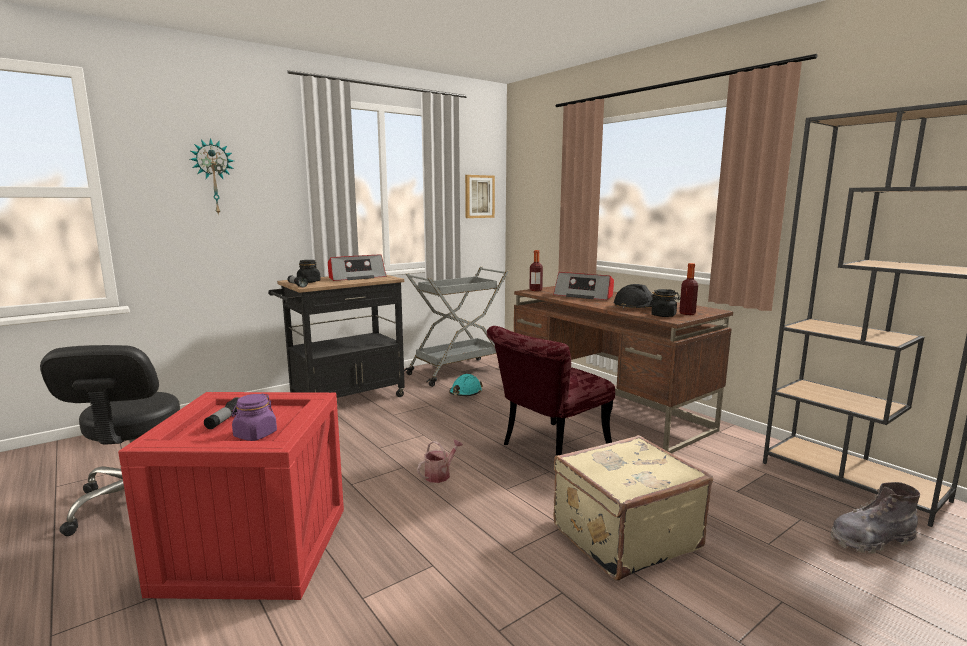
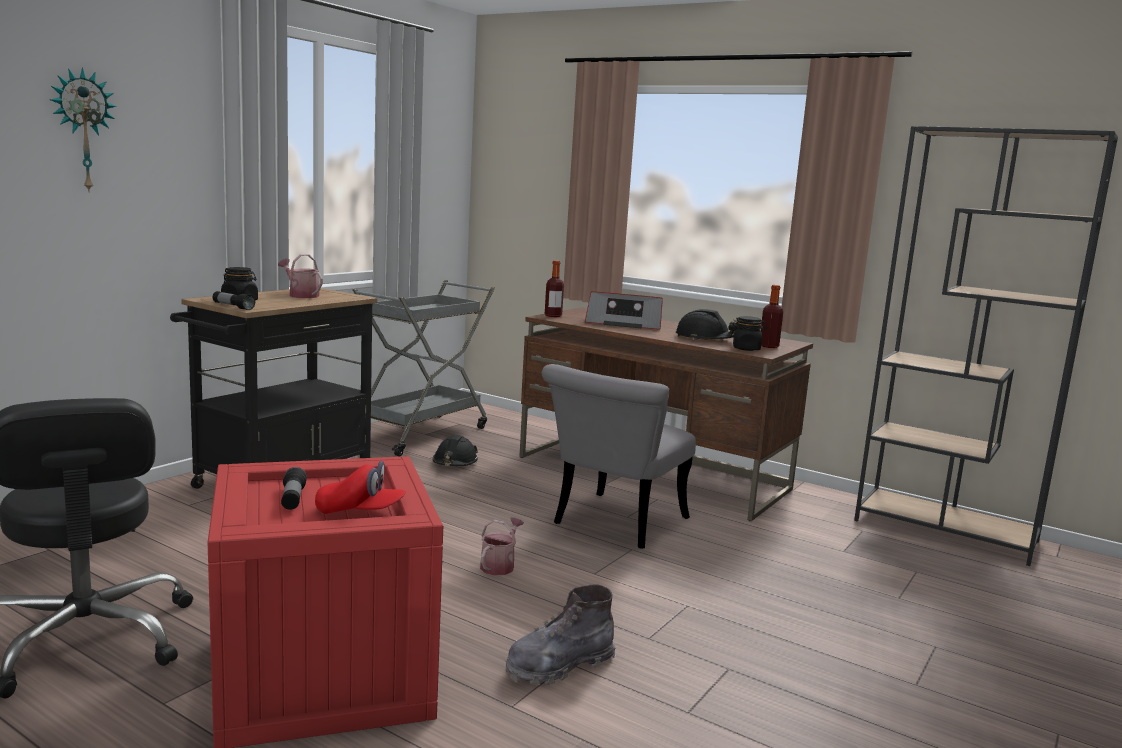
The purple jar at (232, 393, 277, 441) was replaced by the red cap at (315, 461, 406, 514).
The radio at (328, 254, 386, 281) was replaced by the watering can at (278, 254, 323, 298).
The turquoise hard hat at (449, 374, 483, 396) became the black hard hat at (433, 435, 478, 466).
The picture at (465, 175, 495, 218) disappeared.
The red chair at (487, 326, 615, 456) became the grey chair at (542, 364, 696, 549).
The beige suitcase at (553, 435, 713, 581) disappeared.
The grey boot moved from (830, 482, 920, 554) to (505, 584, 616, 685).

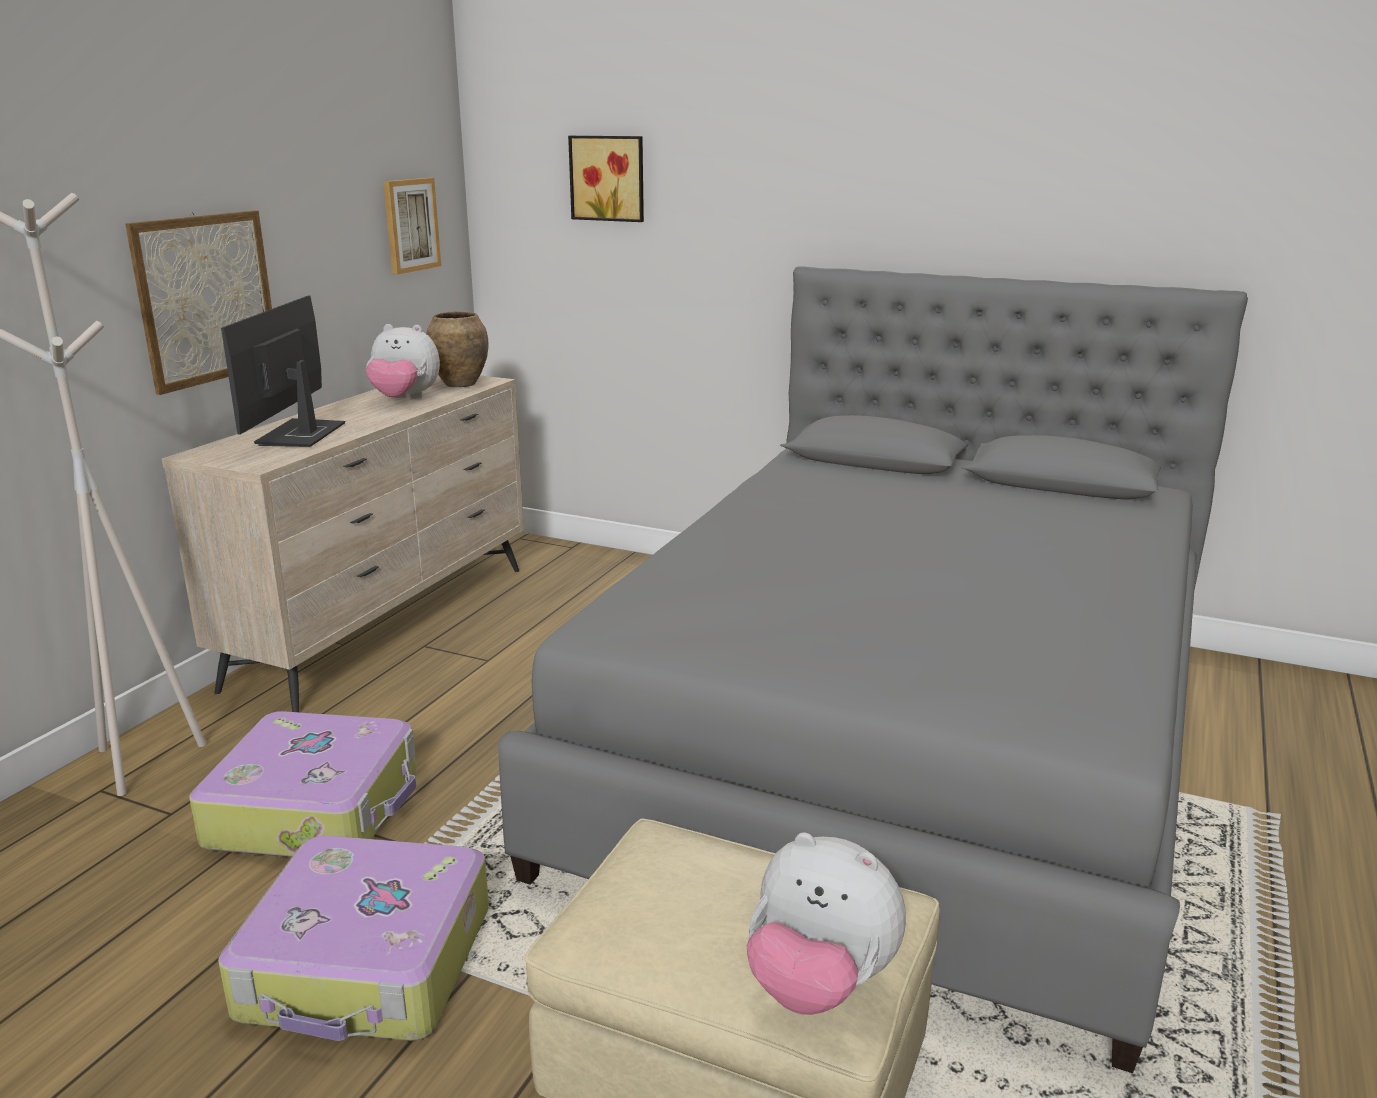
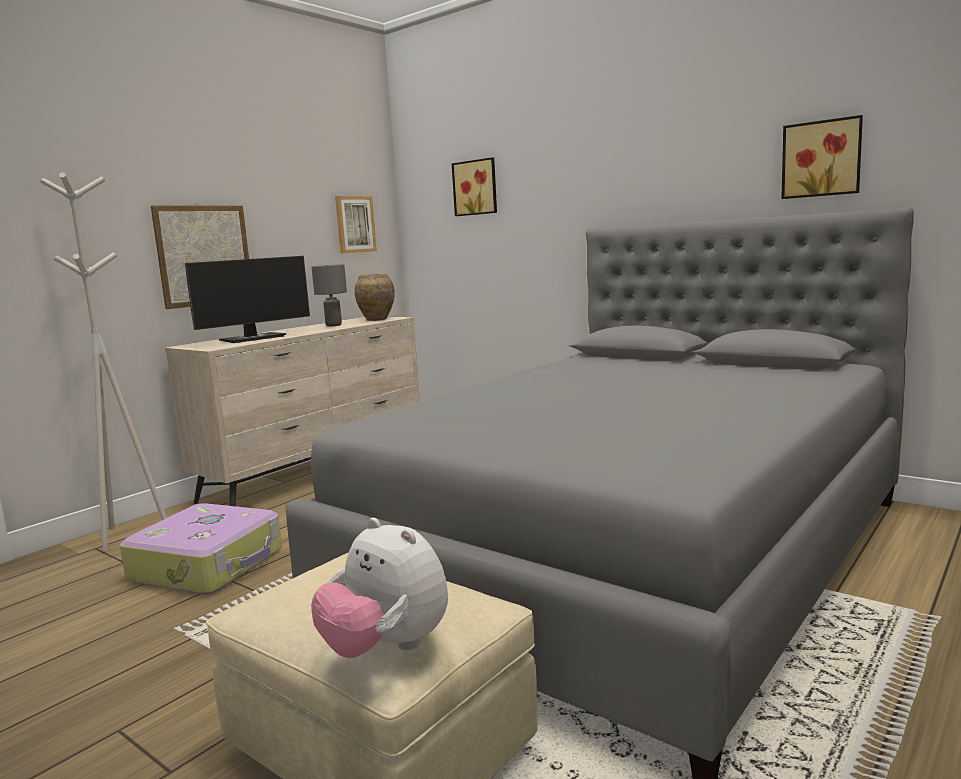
The suitcase at (218, 835, 489, 1041) disappeared.
The monitor at (221, 295, 345, 447) turned 150 degrees counterclockwise.
The plush toy at (366, 324, 440, 399) was replaced by the grey table lamp at (311, 264, 347, 327).
The picture at (781, 115, 863, 199) appeared.

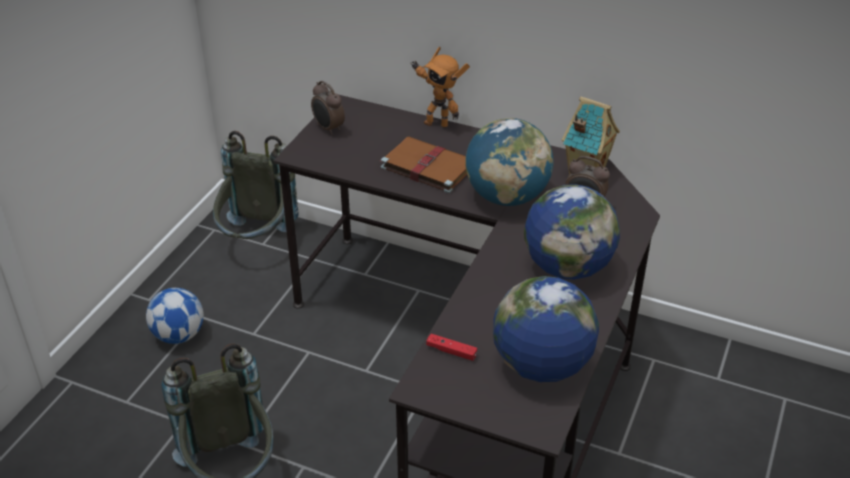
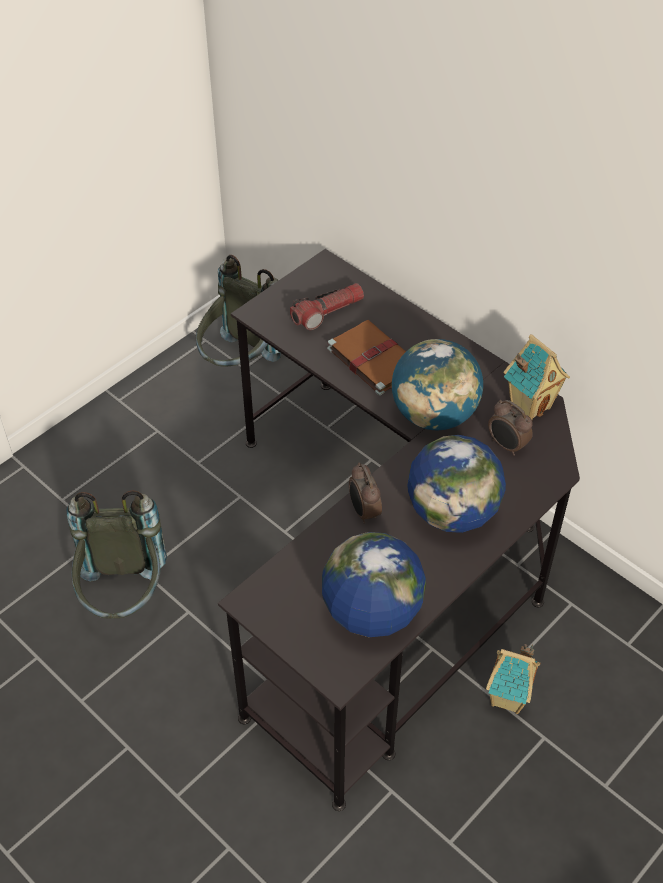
The football at (146, 288, 204, 344) disappeared.
The alarm clock moved from (311, 81, 345, 135) to (349, 462, 382, 524).
The toy robot at (410, 46, 470, 128) disappeared.
The red game controller at (426, 334, 477, 361) disappeared.
The flashlight at (290, 283, 364, 330) appeared.
The toy house at (486, 644, 540, 714) appeared.

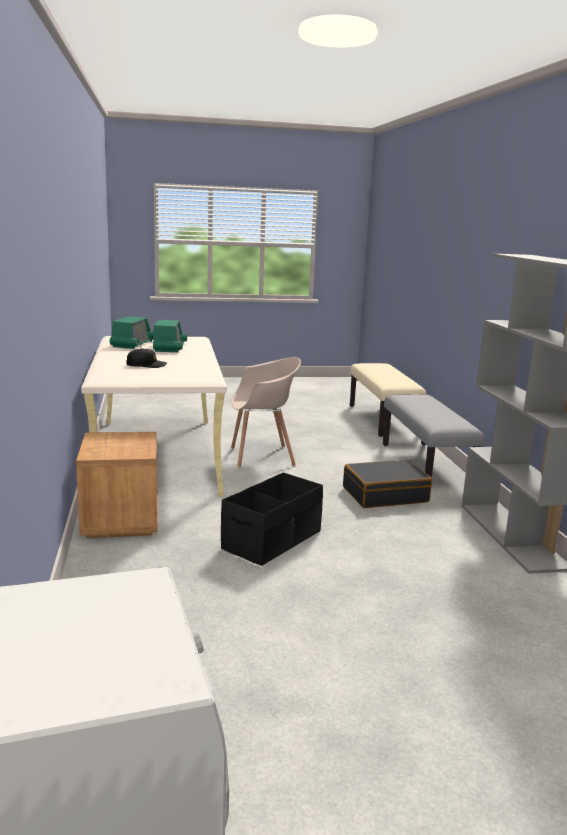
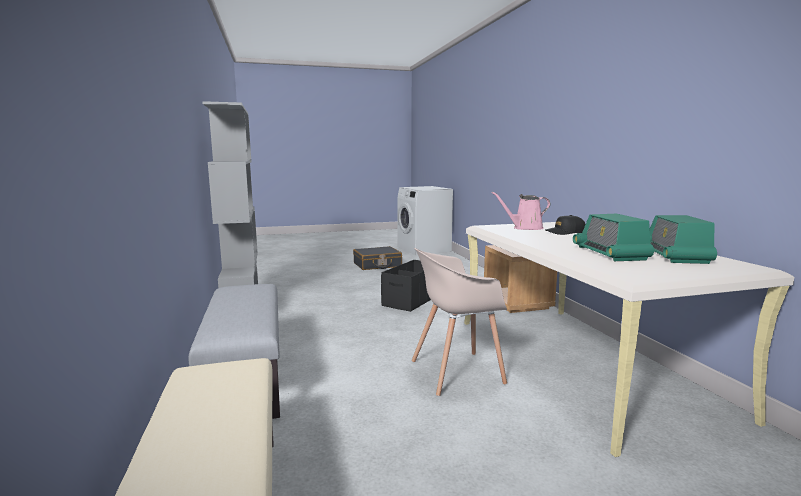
The black suitcase moved from (343, 459, 432, 508) to (353, 246, 402, 270).
The pink watering can at (492, 192, 550, 230) appeared.

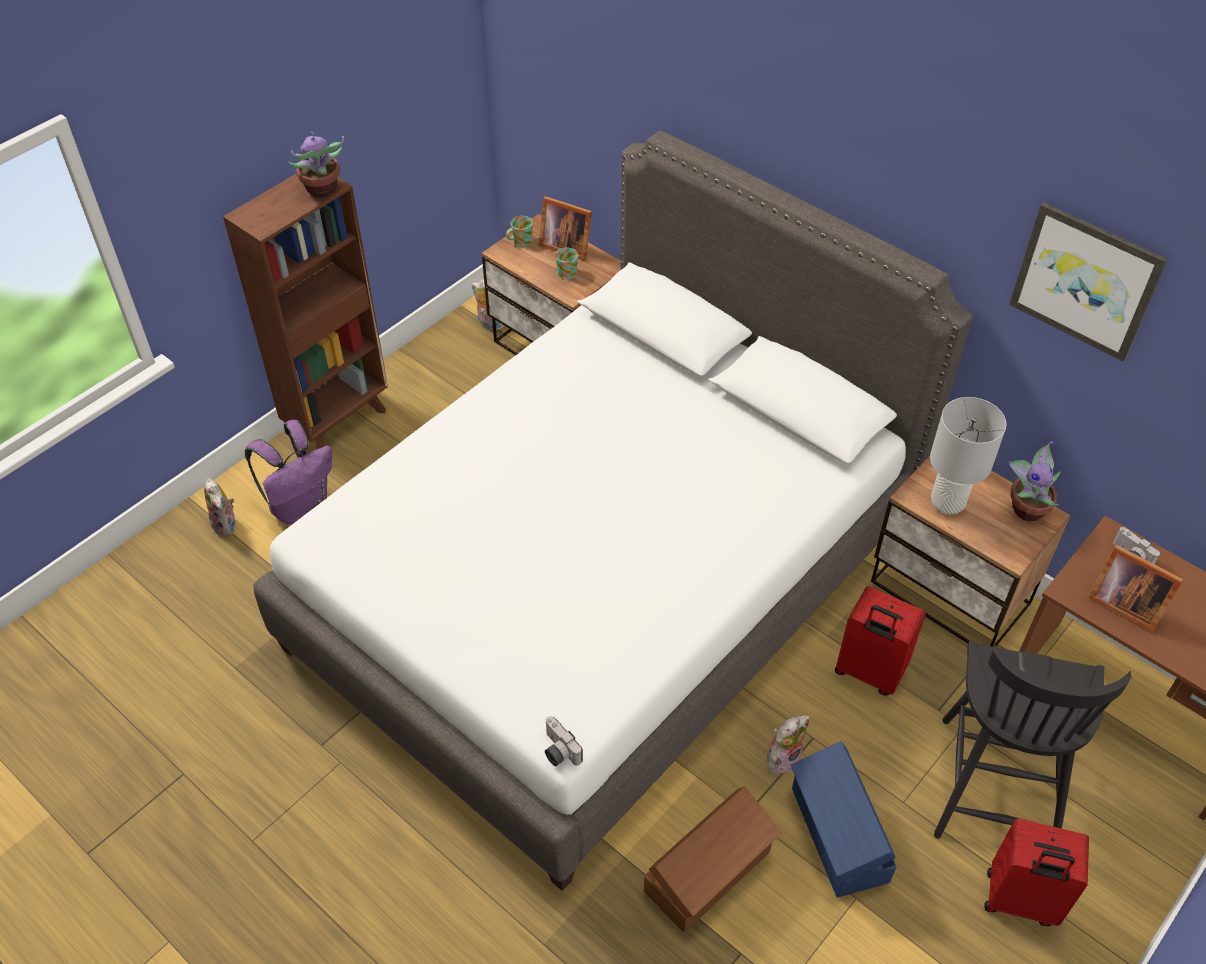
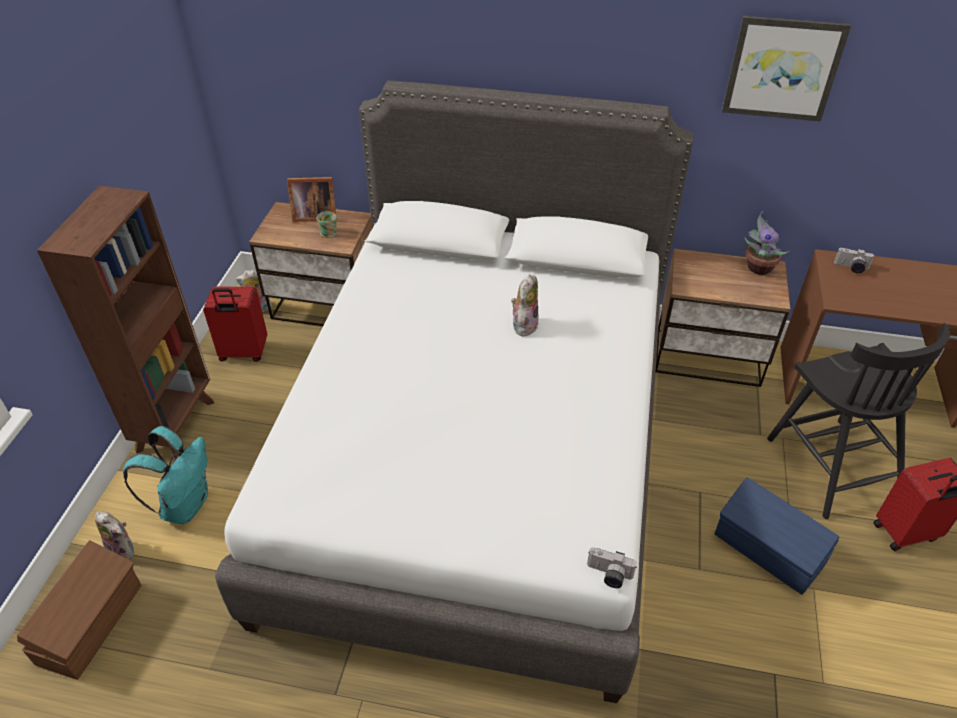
The purple backpack at (245, 420, 332, 525) became the turquoise backpack at (123, 426, 208, 524).
The potted plant at (288, 131, 345, 197) disappeared.
The mug at (506, 216, 533, 247) disappeared.
The brown storage box moved from (644, 786, 781, 933) to (17, 540, 142, 680).
The plush toy moved from (767, 715, 809, 774) to (511, 275, 538, 336).
The red suitcase moved from (835, 586, 926, 696) to (203, 287, 267, 362).
The grey table lamp at (930, 397, 1006, 515) disappeared.
The picture frame at (1088, 545, 1183, 633) disappeared.

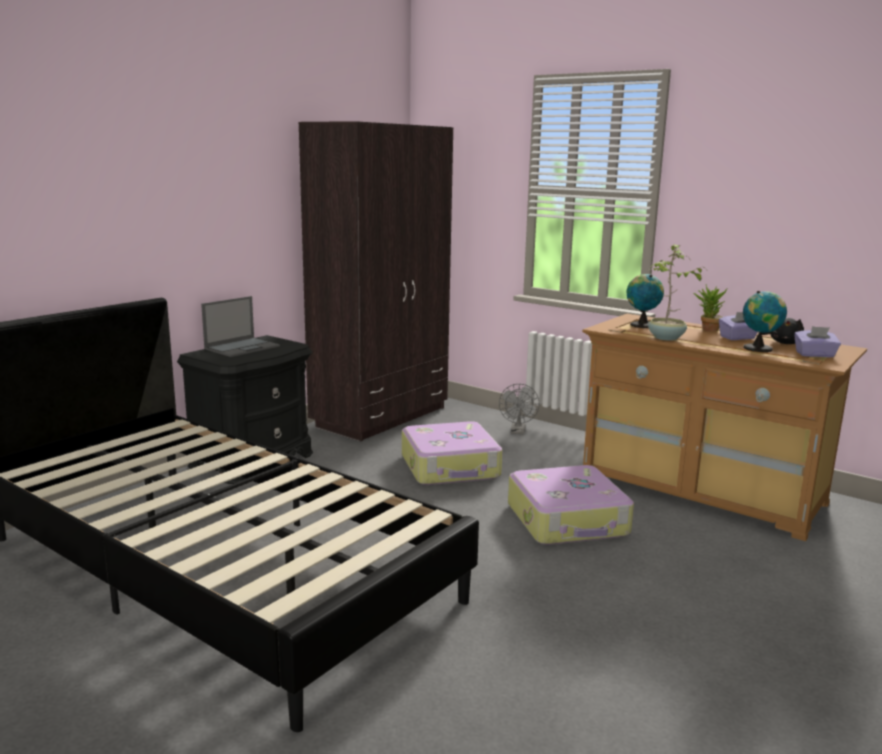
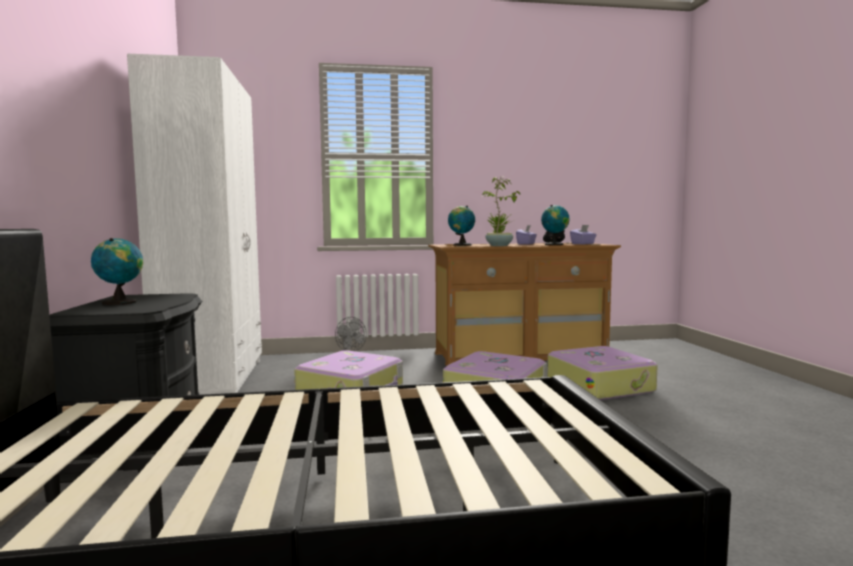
The laptop at (201, 296, 280, 357) was replaced by the globe at (91, 238, 143, 305).
The brown wardrobe at (298, 121, 453, 442) became the white wardrobe at (127, 54, 262, 395).
The suitcase at (547, 346, 658, 400) appeared.

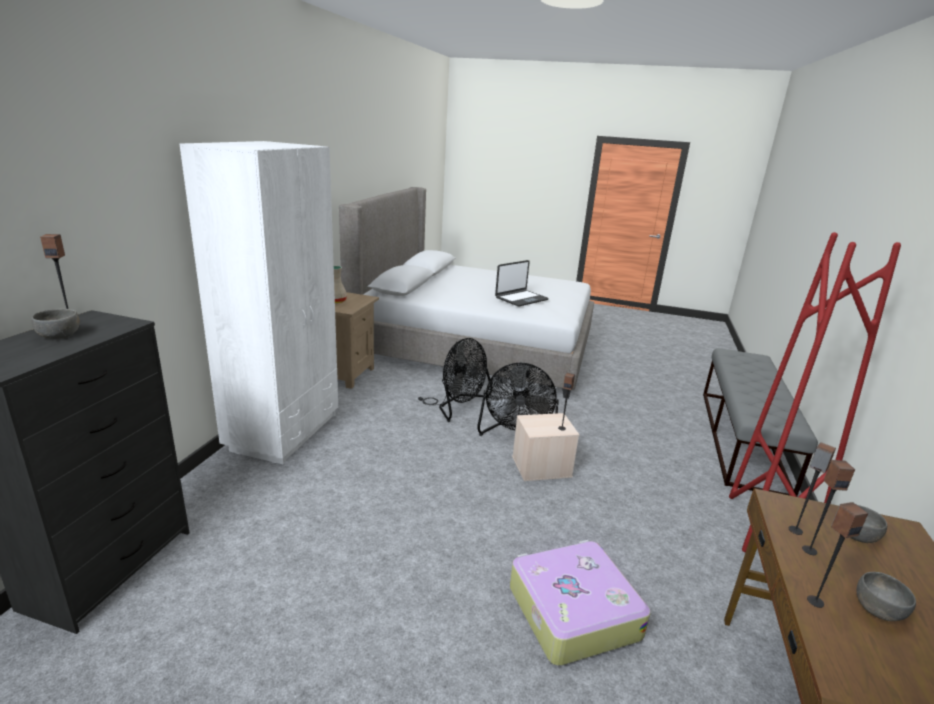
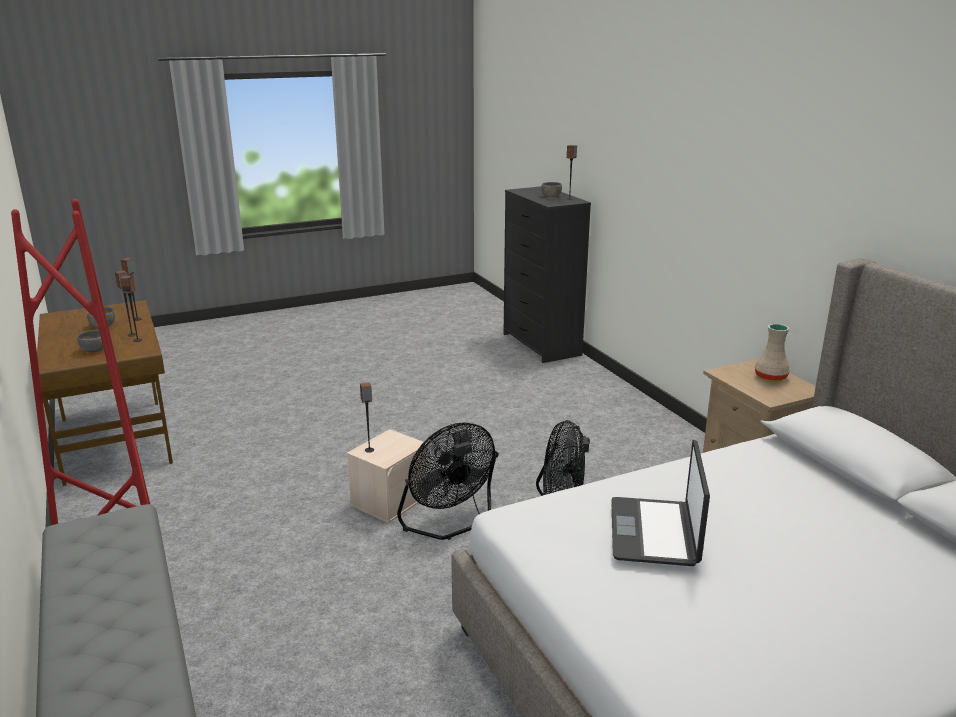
The white wardrobe at (180, 141, 338, 464) disappeared.
The suitcase at (510, 540, 651, 666) disappeared.

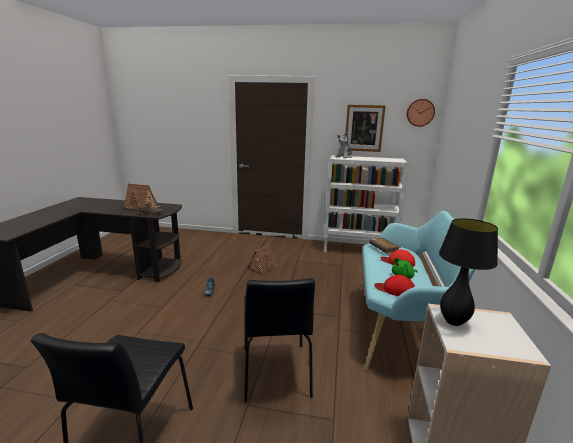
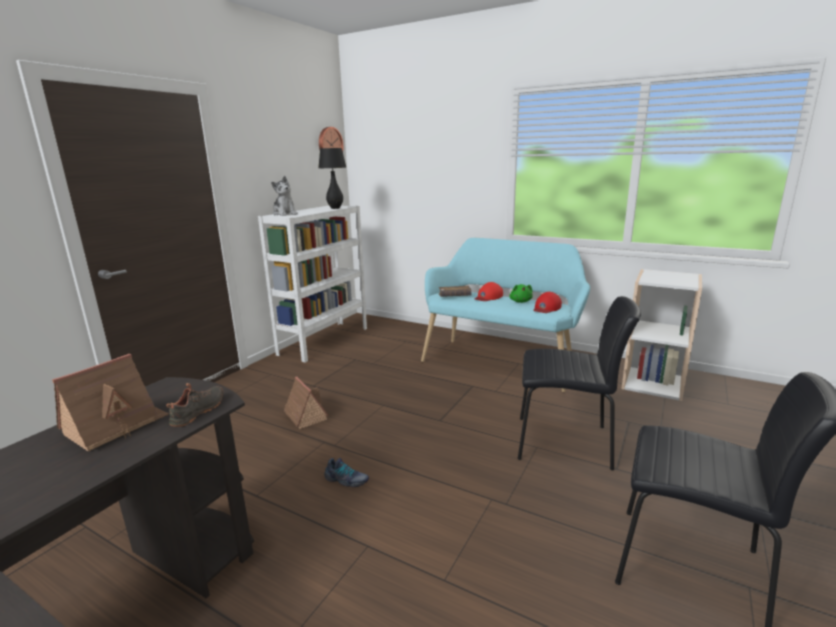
The picture at (345, 105, 386, 152) disappeared.
The black table lamp moved from (439, 218, 498, 326) to (318, 148, 346, 209).

